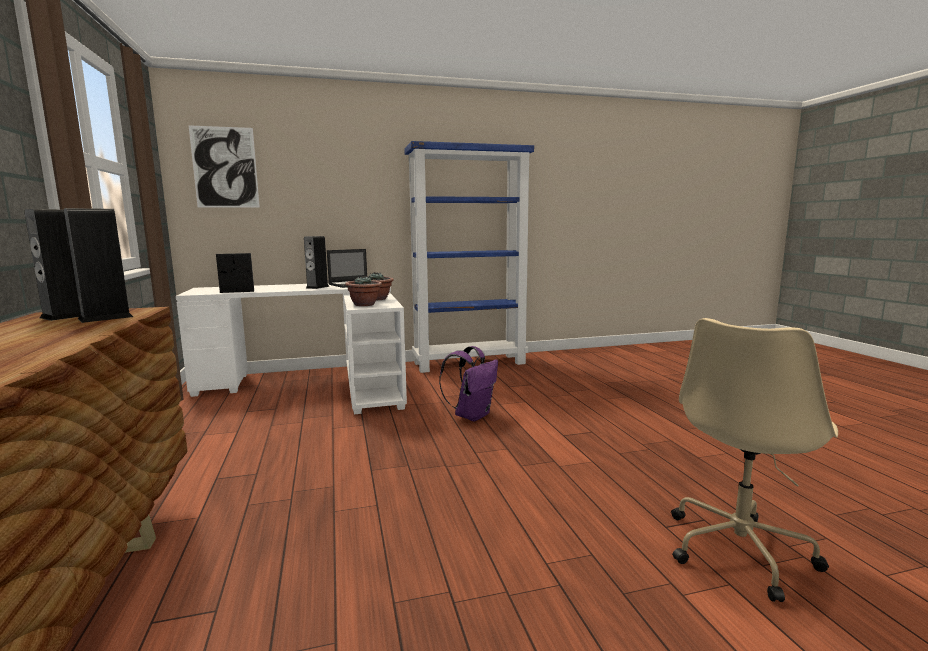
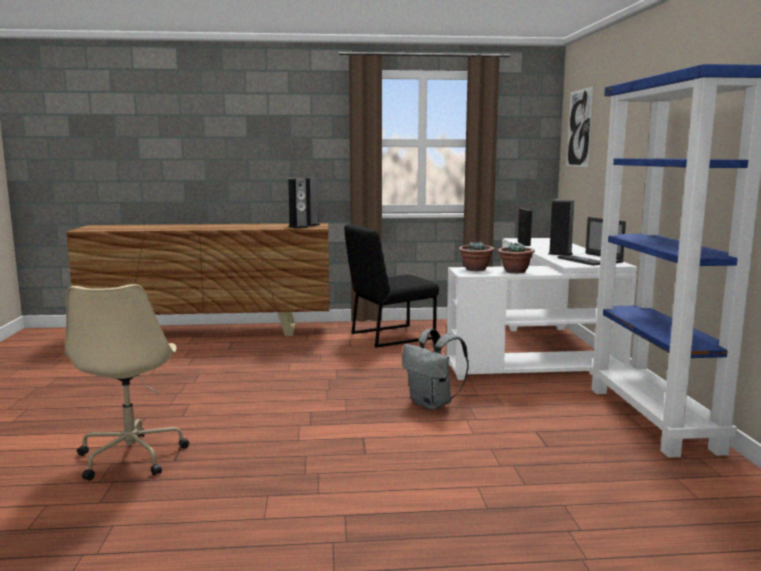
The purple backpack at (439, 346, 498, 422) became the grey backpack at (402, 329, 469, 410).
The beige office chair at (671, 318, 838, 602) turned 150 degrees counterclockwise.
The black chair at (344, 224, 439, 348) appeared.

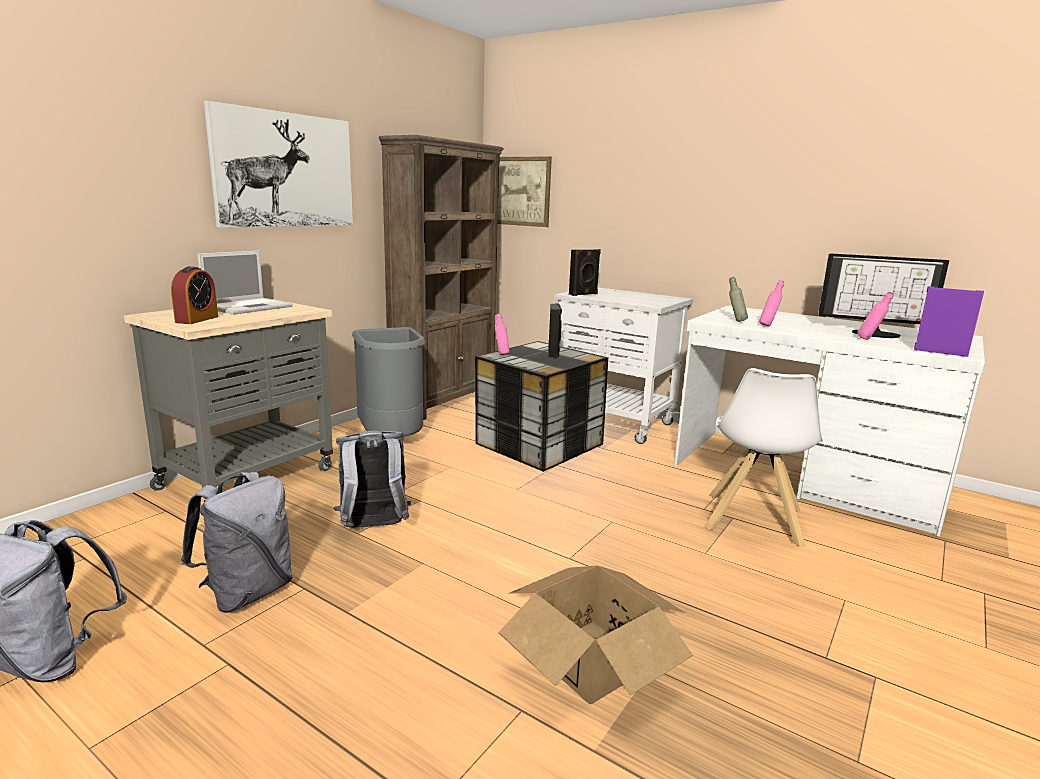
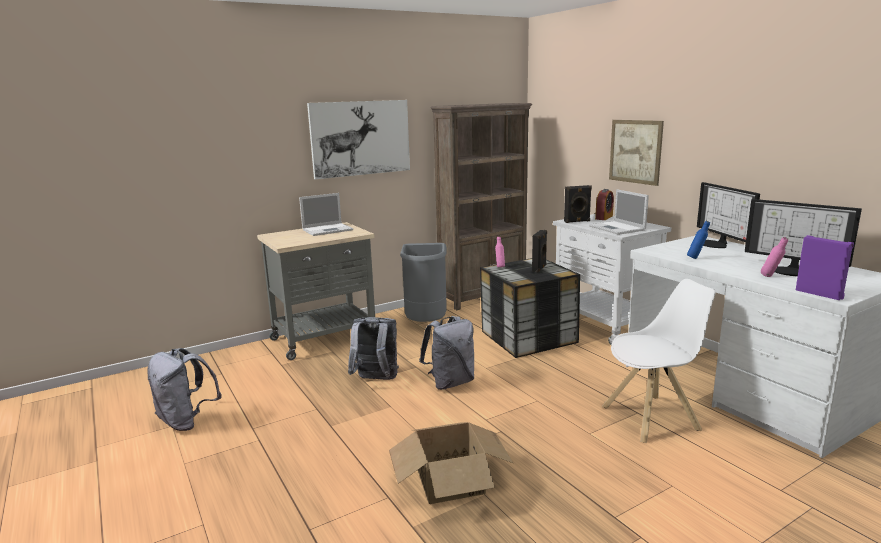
The alarm clock moved from (171, 266, 218, 324) to (595, 189, 614, 220).
The grey backpack moved from (181, 472, 293, 613) to (419, 316, 474, 390).
The picture moved from (498, 157, 552, 227) to (609, 120, 664, 186).
The white chair at (704, 368, 823, 547) turned 150 degrees counterclockwise.
The grey bottle at (729, 277, 748, 322) disappeared.
The pink bottle at (759, 280, 784, 326) became the blue bottle at (687, 221, 710, 259).
The laptop at (589, 189, 649, 235) appeared.
The monitor at (697, 182, 760, 248) appeared.

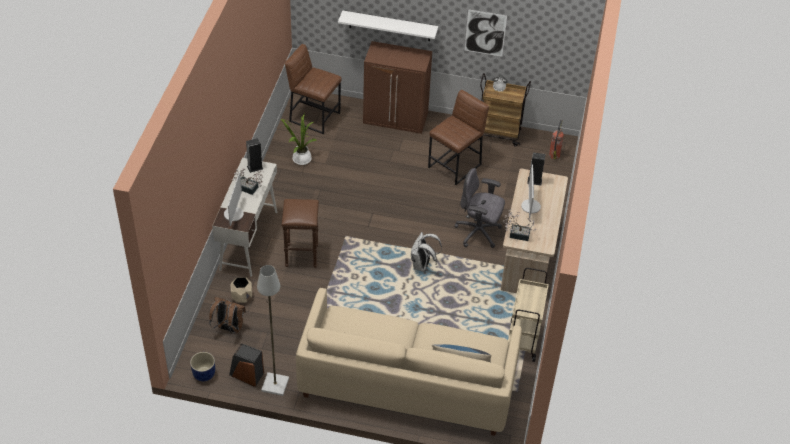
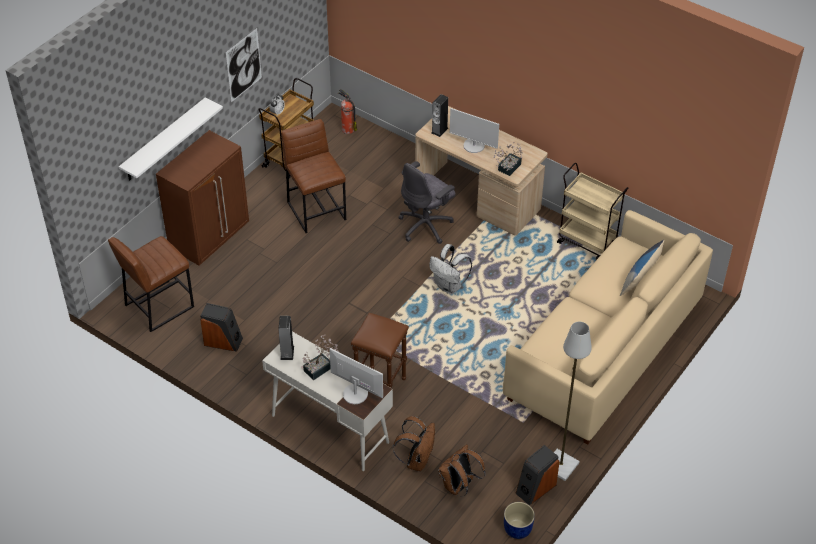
The beige planter at (230, 277, 252, 303) was replaced by the brown backpack at (393, 416, 435, 471).
The potted plant at (281, 113, 317, 165) was replaced by the speaker at (200, 303, 243, 352).

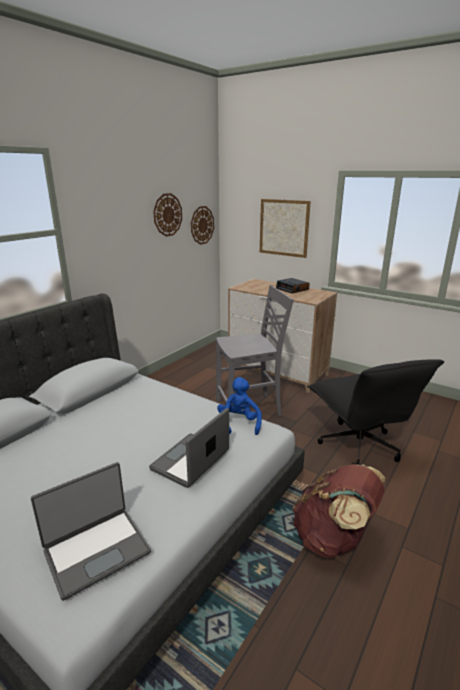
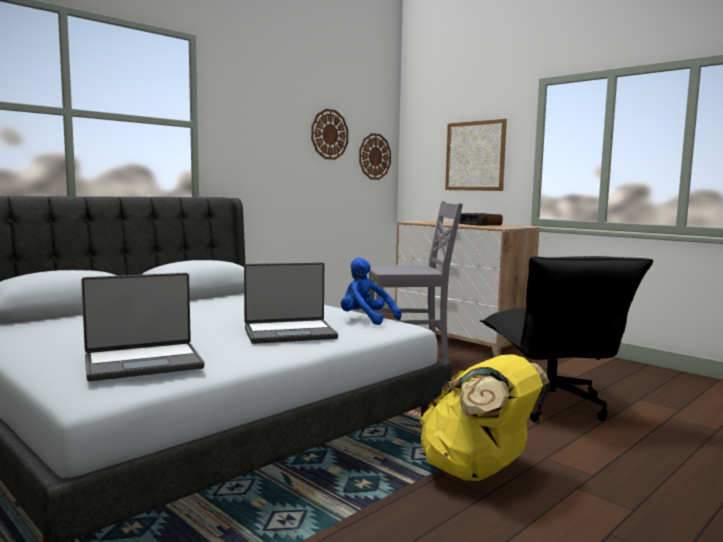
The laptop at (149, 408, 229, 488) turned 150 degrees counterclockwise.
The blue plush toy at (217, 377, 262, 435) turned 60 degrees counterclockwise.
The brown backpack at (292, 464, 385, 559) became the yellow backpack at (419, 354, 549, 481).

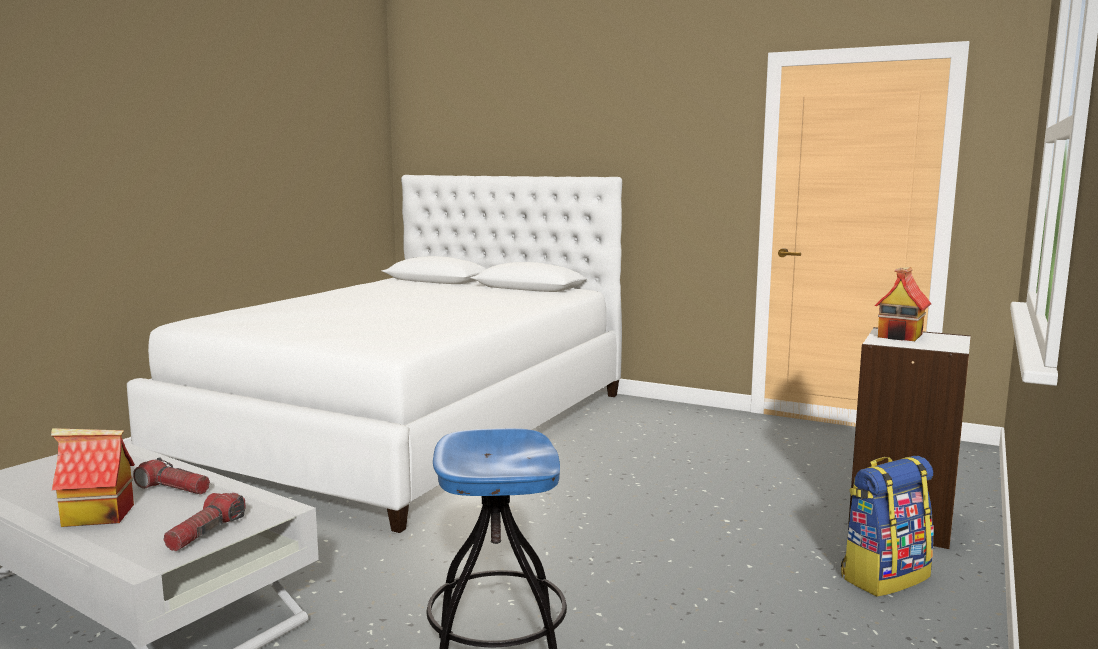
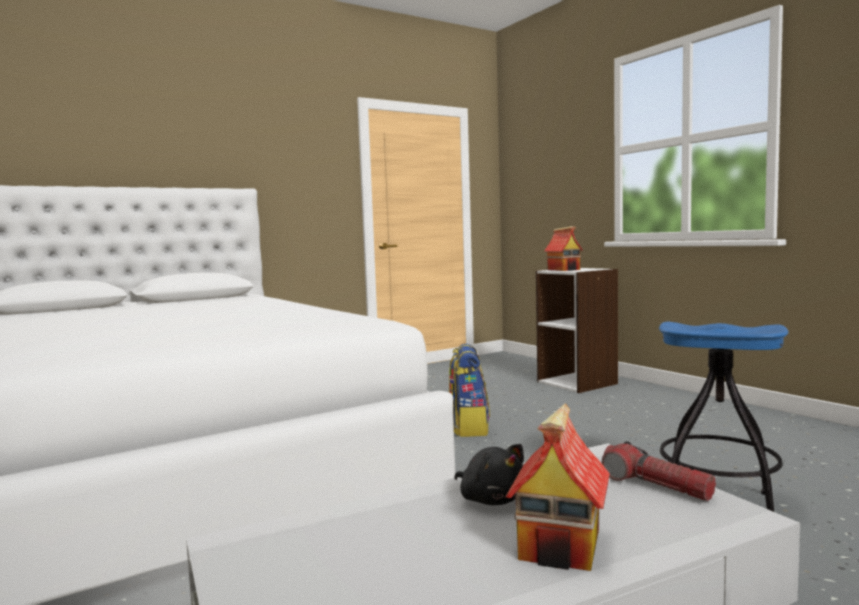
The flashlight at (133, 457, 210, 495) was replaced by the black plush toy at (454, 444, 524, 505).
The backpack moved from (841, 456, 934, 597) to (449, 344, 490, 437).

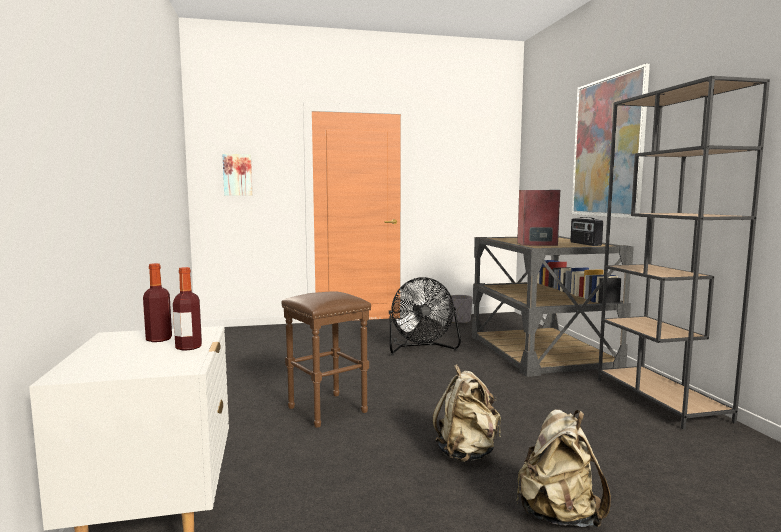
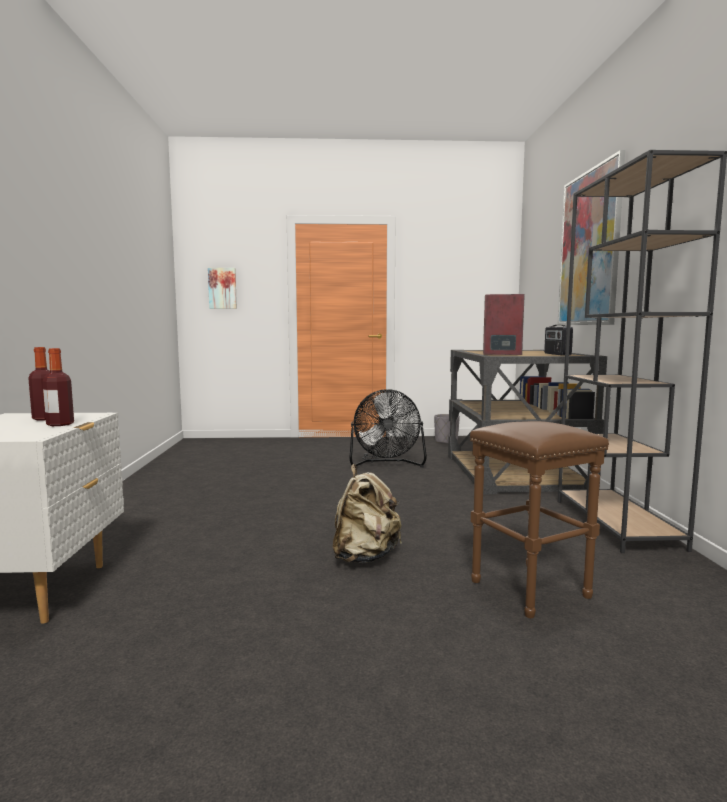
The brown stool moved from (281, 291, 371, 428) to (470, 421, 609, 618).
The beige backpack at (516, 410, 611, 528) disappeared.

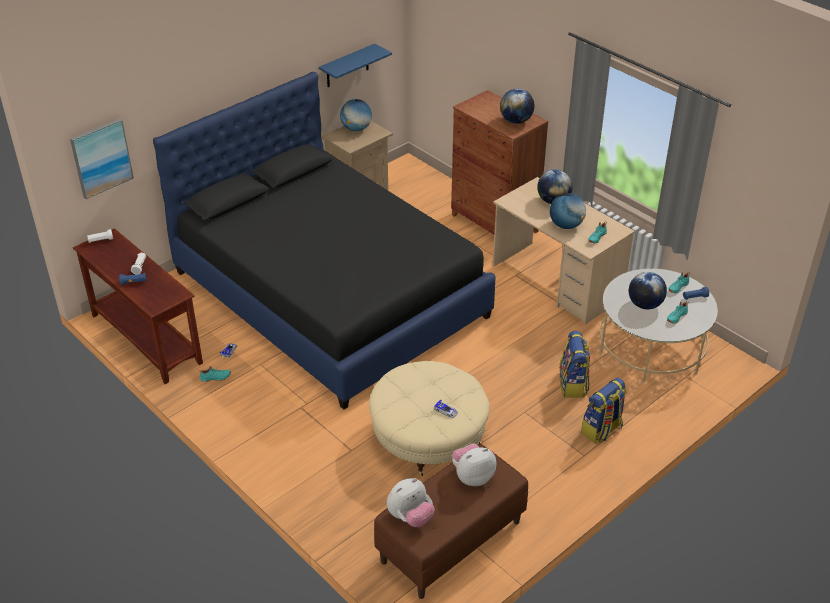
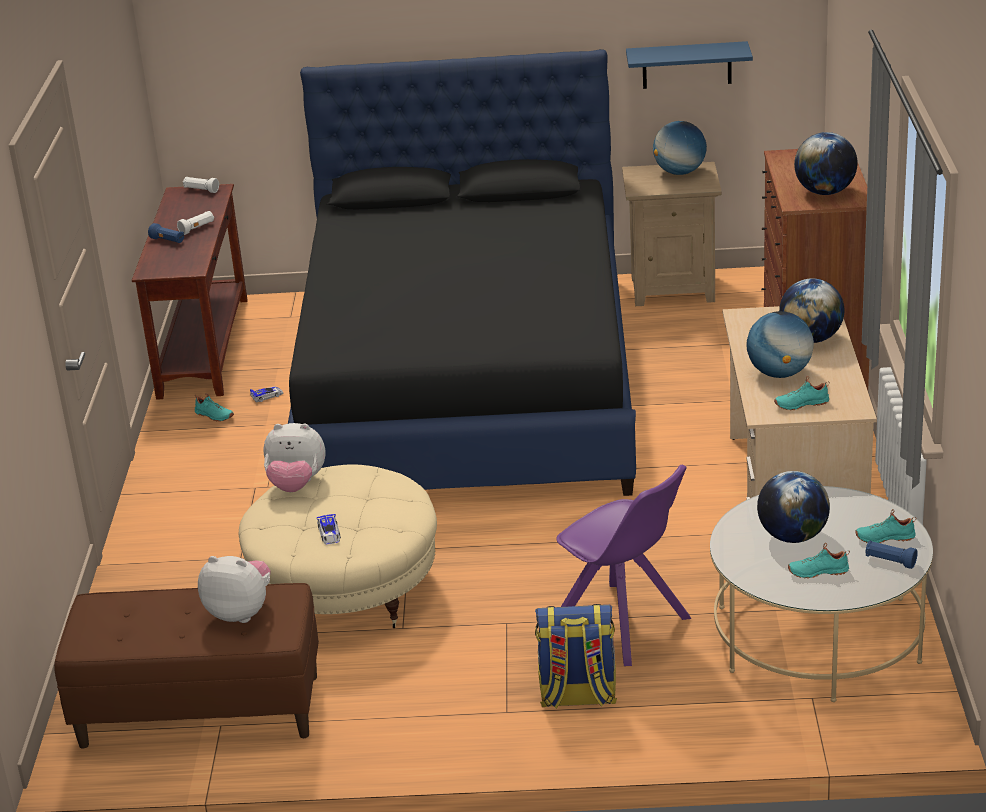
The picture at (70, 119, 134, 199) disappeared.
The plush toy moved from (387, 478, 435, 527) to (264, 423, 325, 492).
The backpack at (559, 331, 590, 398) was replaced by the purple chair at (556, 465, 691, 666).

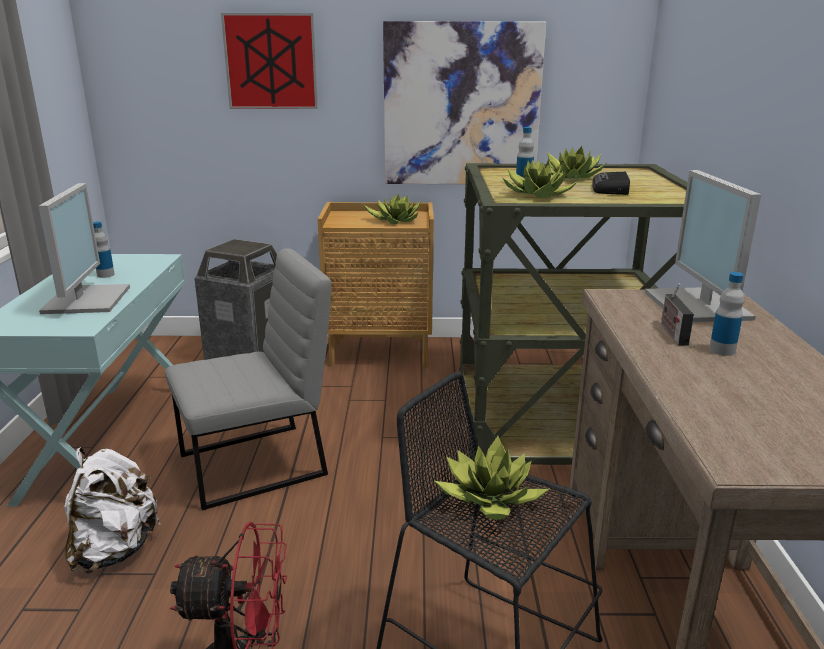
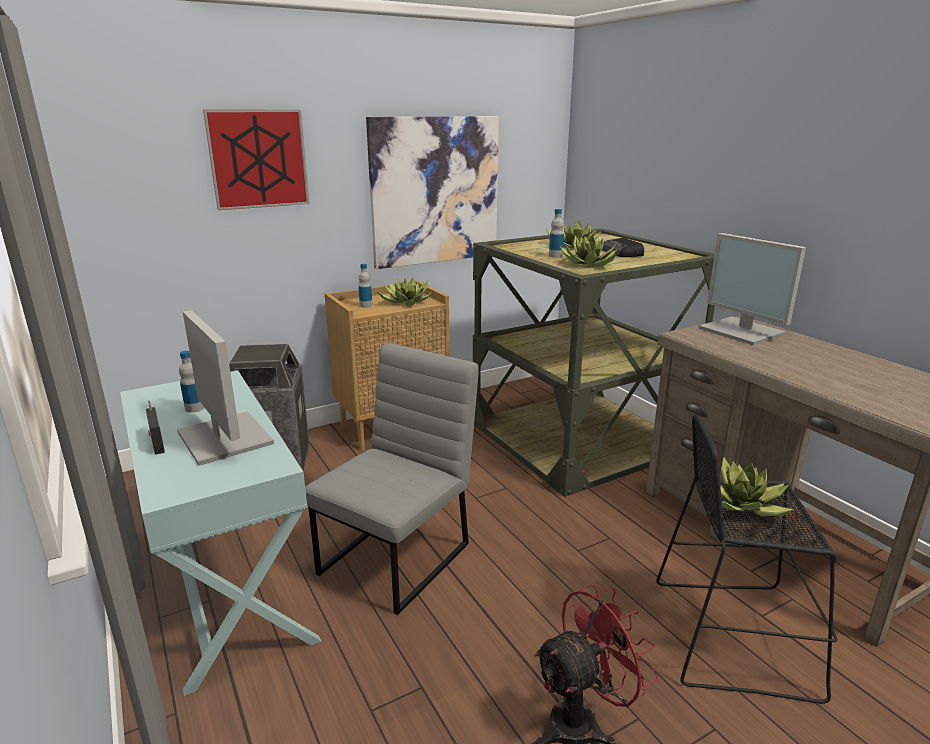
The white backpack at (64, 447, 161, 573) disappeared.
The radio moved from (661, 283, 694, 346) to (146, 400, 165, 455).
The bottle moved from (709, 272, 745, 356) to (358, 264, 373, 308).

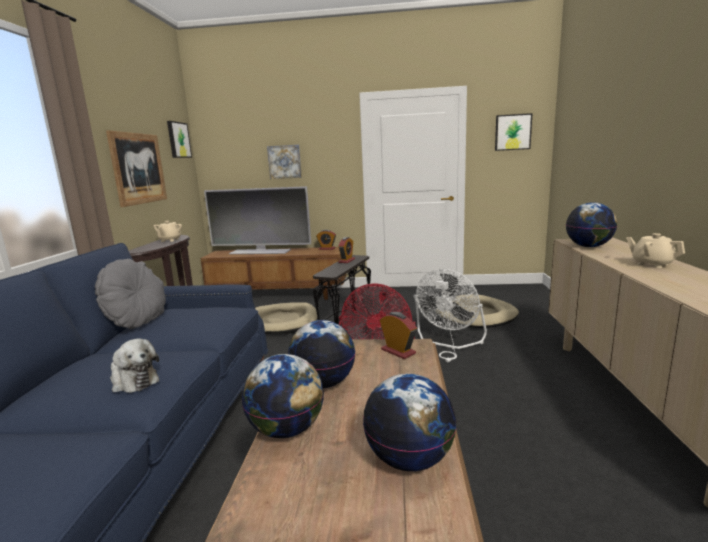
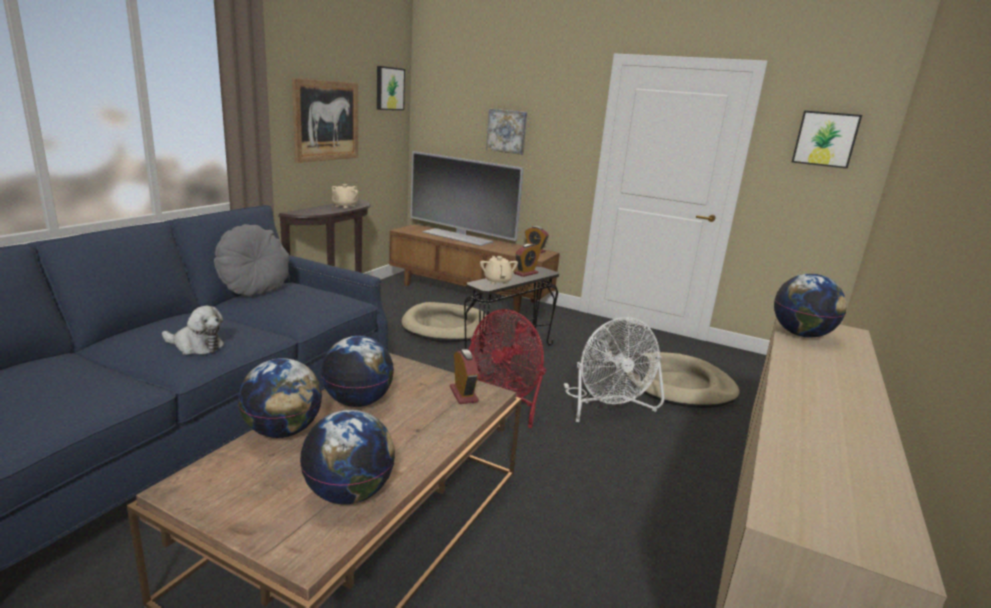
The plush toy at (110, 338, 159, 393) turned 45 degrees counterclockwise.
The white fan at (413, 269, 487, 362) turned 105 degrees clockwise.
The beige teapot moved from (626, 233, 685, 268) to (480, 256, 518, 285).

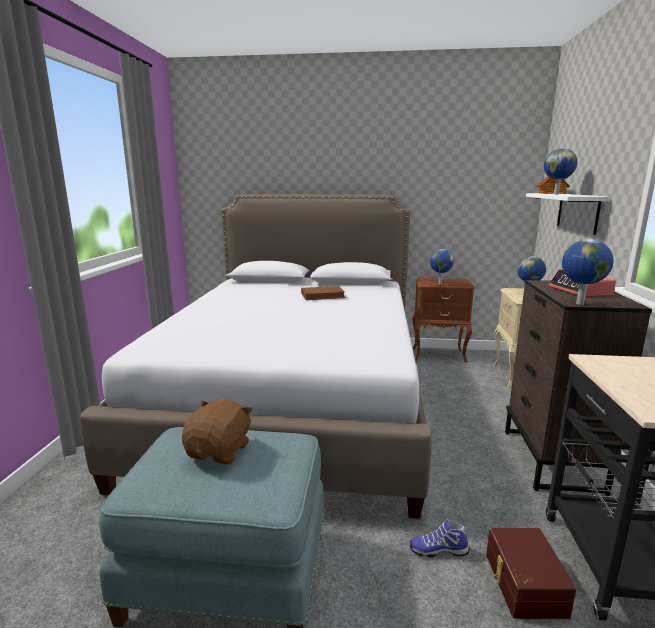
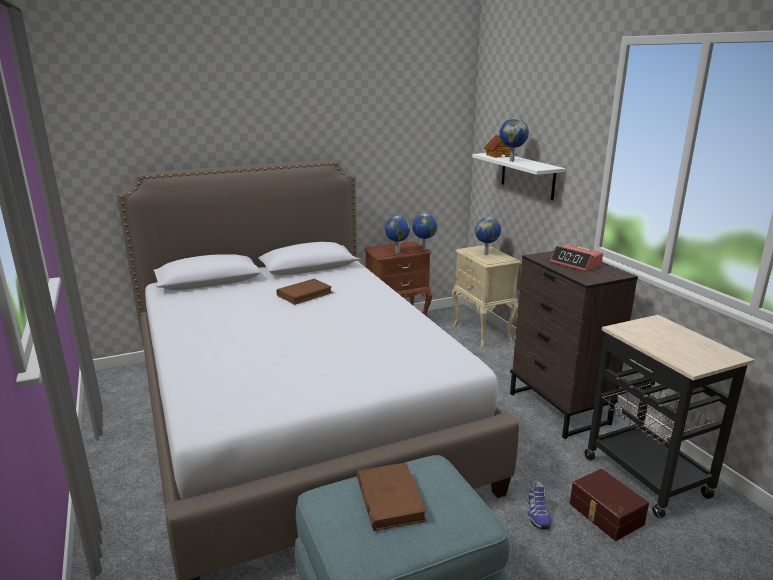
The brown plush toy at (182, 399, 253, 465) was replaced by the brown book at (357, 463, 427, 531).
The shoe at (410, 519, 470, 557) turned 60 degrees counterclockwise.
The globe moved from (562, 239, 614, 305) to (412, 214, 437, 250).

